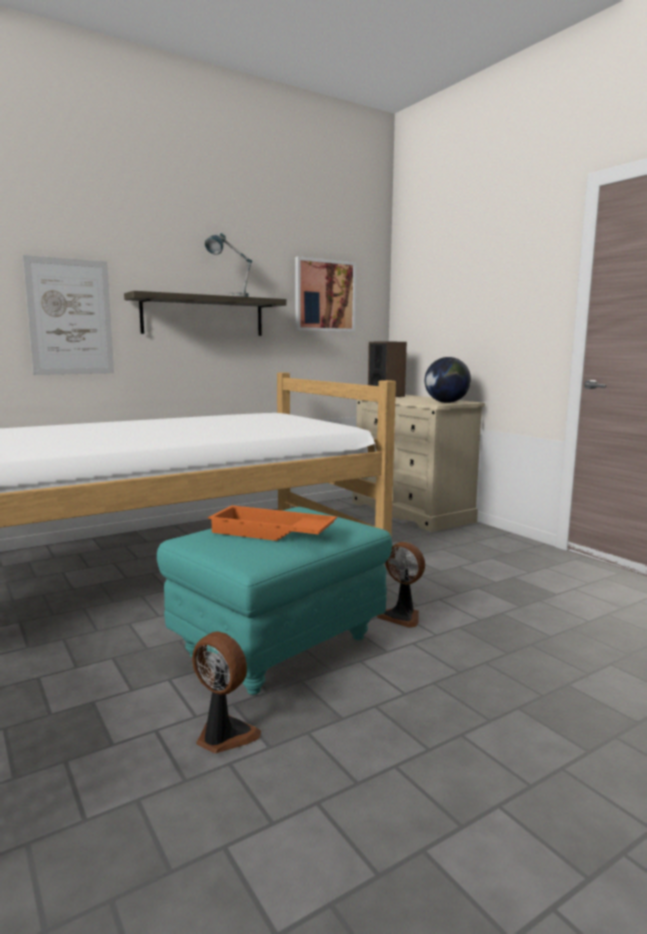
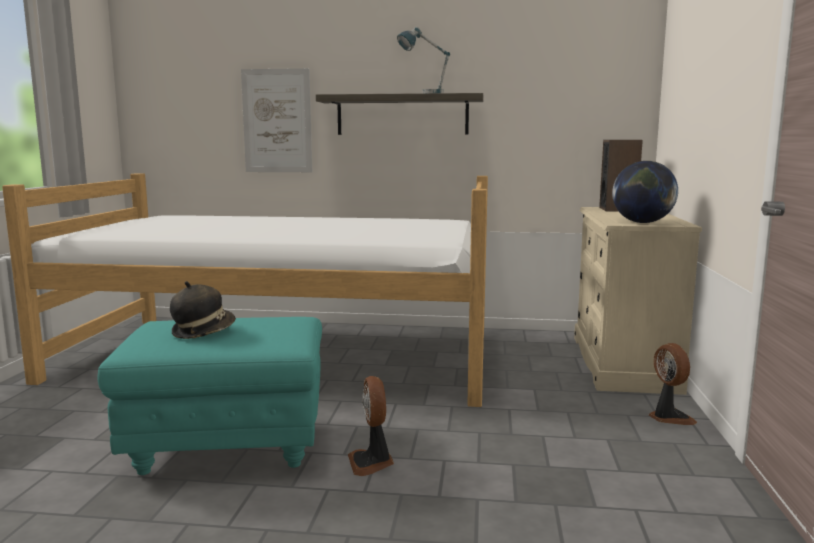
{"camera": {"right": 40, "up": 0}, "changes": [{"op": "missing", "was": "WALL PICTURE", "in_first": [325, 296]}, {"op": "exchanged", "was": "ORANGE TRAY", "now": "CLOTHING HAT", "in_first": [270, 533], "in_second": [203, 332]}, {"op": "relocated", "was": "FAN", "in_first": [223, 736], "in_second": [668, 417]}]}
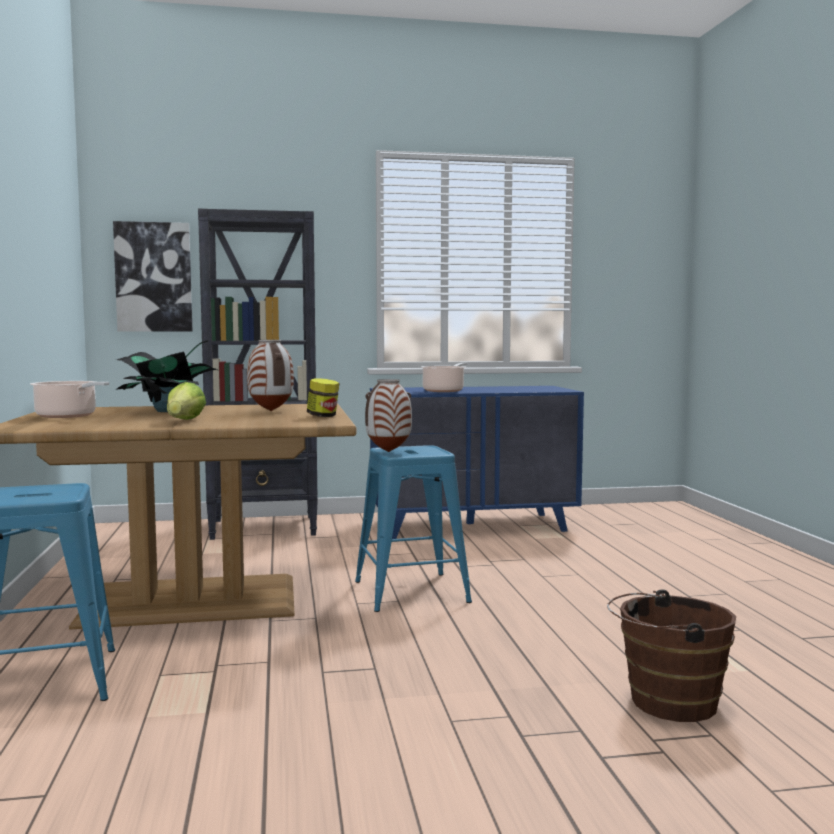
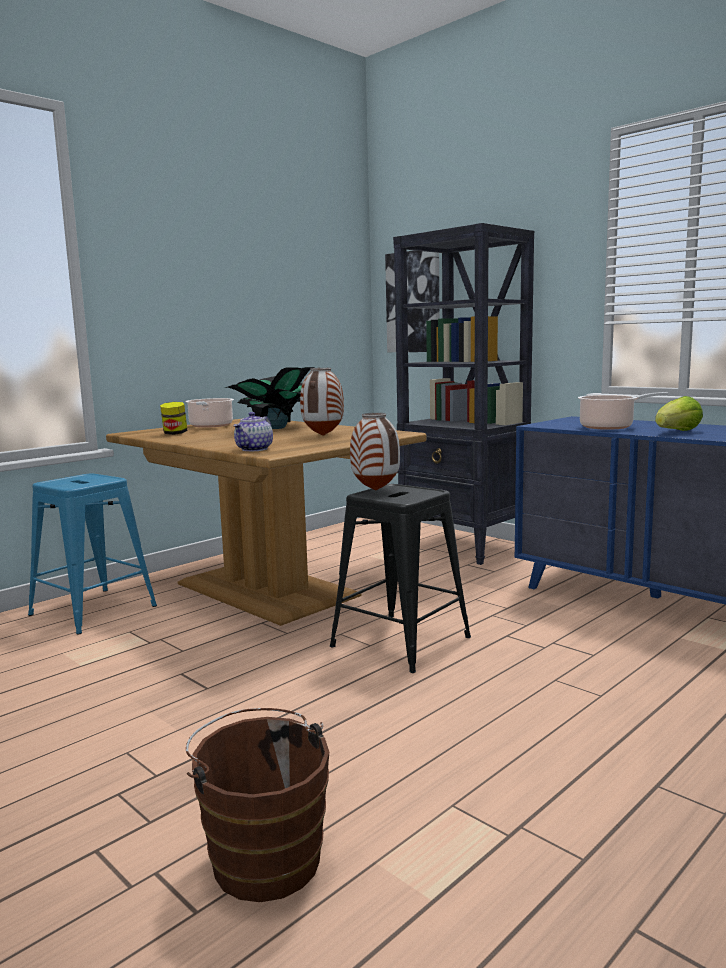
{"camera": {"right": 55, "up": 5}, "changes": [{"op": "relocated", "was": "PRESERVE JAR", "in_first": [323, 416], "in_second": [175, 433]}, {"op": "relocated", "was": "LETTUCE HEAD", "in_first": [184, 421], "in_second": [677, 432]}, {"op": "colour", "was": "BLUISH SITTING STOOL", "now": "BLACK SITTING STOOL", "in_first": [410, 591], "in_second": [400, 641]}, {"op": "appeared", "now": "POT FOR TEA", "in_second": [254, 449]}]}
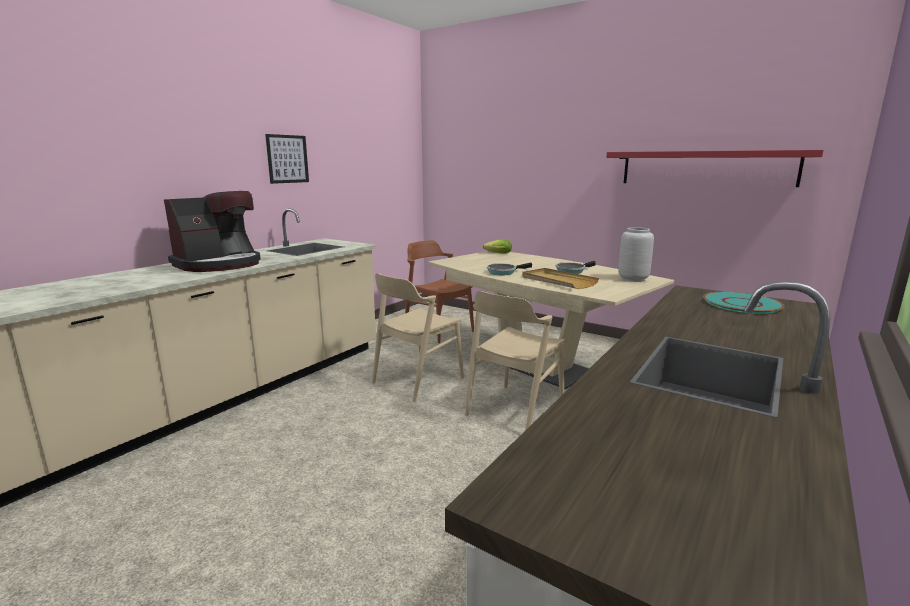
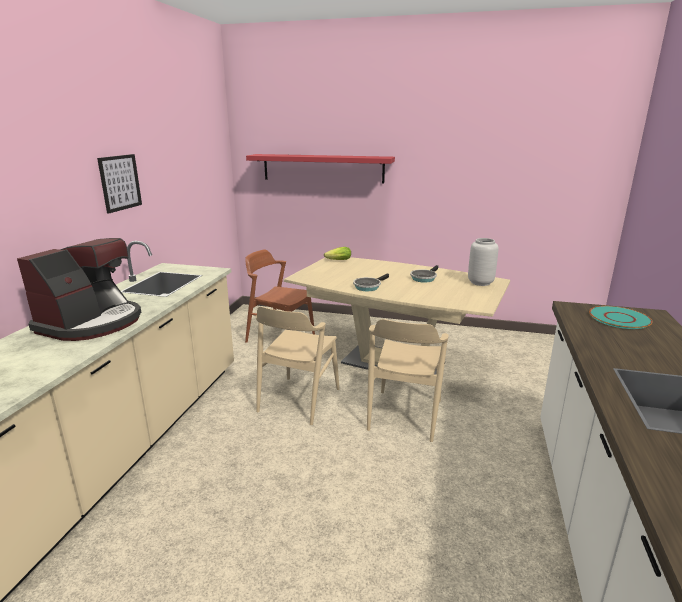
{"camera": {"right": -20, "up": 5}, "changes": [{"op": "relocated", "was": "RED-COLOURED BRACKET SHELF", "in_first": [706, 168], "in_second": [323, 168]}, {"op": "missing", "was": "BEIGE TRAY", "in_first": [558, 281]}]}
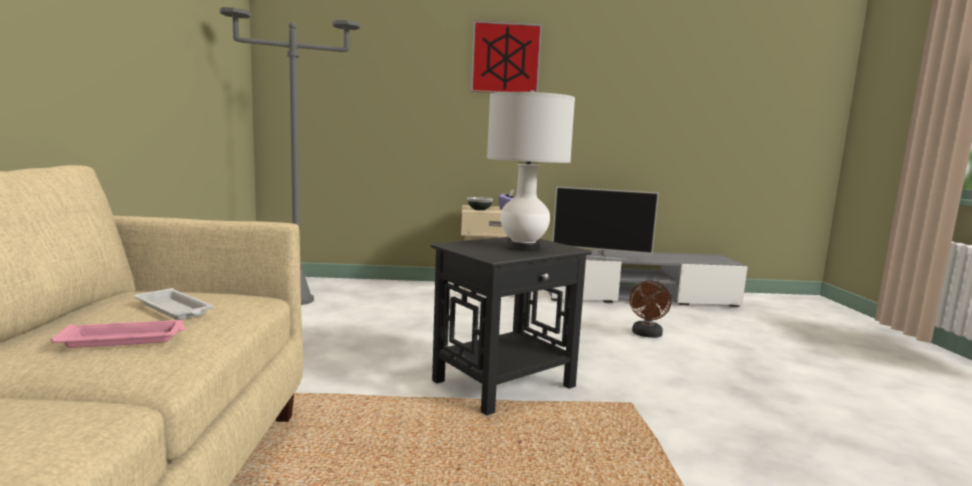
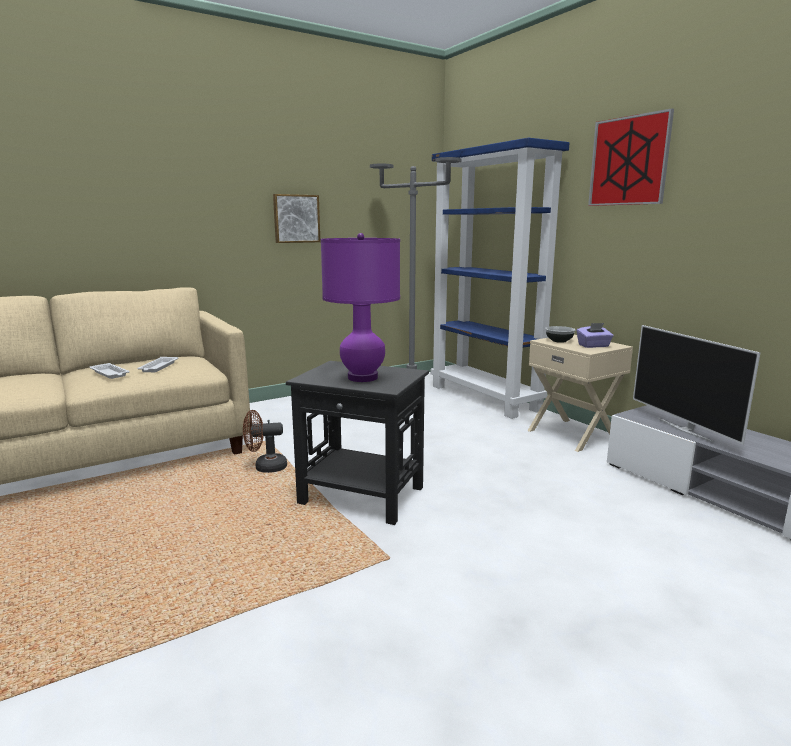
{"camera": {"right": 60, "up": 5}, "changes": [{"op": "colour", "was": "WHITE LAMP FOR A TABLE", "now": "PURPLISH LAMP FOR A TABLE", "in_first": [523, 247], "in_second": [362, 378]}, {"op": "relocated", "was": "BROWN-COLOURED FAN", "in_first": [647, 335], "in_second": [265, 467]}, {"op": "colour", "was": "PINK-COLOURED TRAY", "now": "WHITE TRAY", "in_first": [125, 339], "in_second": [110, 374]}, {"op": "appeared", "now": "BLUISH BOOKCASE", "in_second": [485, 398]}, {"op": "appeared", "now": "WALL PICTURE", "in_second": [296, 218]}]}
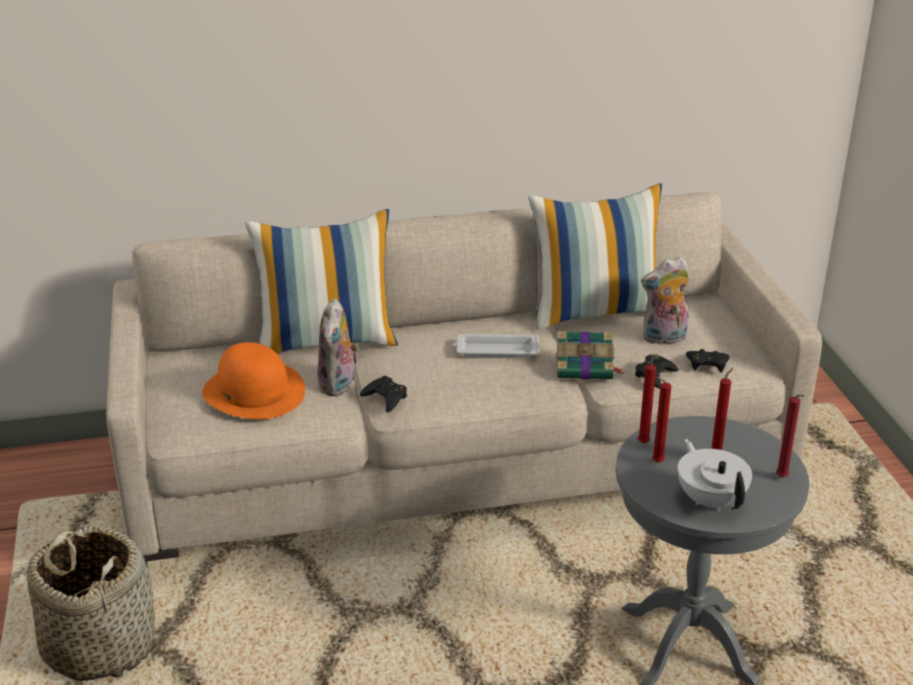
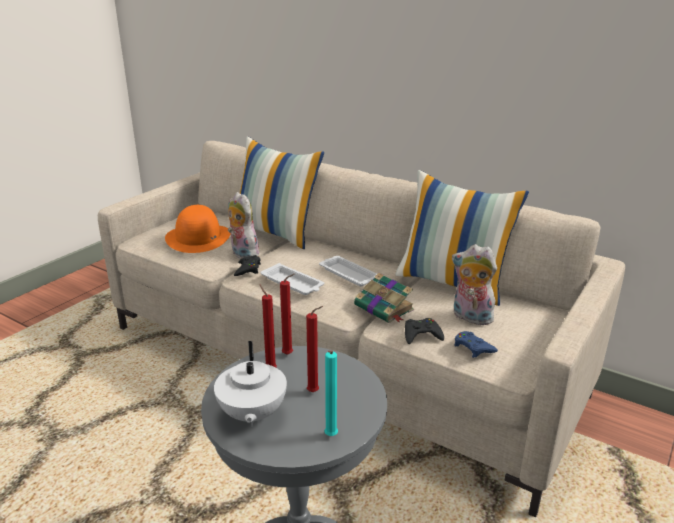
{"camera": {"right": 45, "up": -5}, "changes": [{"op": "spun", "was": "SOFT TOY", "in_first": [339, 385], "in_second": [242, 254], "clockwise": 90}, {"op": "colour", "was": "BLACK GAMEPAD", "now": "BLUISH GAMEPAD", "in_first": [707, 364], "in_second": [473, 348]}, {"op": "colour", "was": "RED-COLOURED WAX CANDLE", "now": "BLUE-GREEN WAX CANDLE", "in_first": [783, 478], "in_second": [330, 437]}, {"op": "spun", "was": "WHITE POT FOR TEA", "in_first": [710, 500], "in_second": [251, 415], "clockwise": 150}, {"op": "missing", "was": "HOUSEHOLD BASKET", "in_first": [100, 645]}, {"op": "appeared", "now": "WHITE TRAY", "in_second": [293, 283]}]}
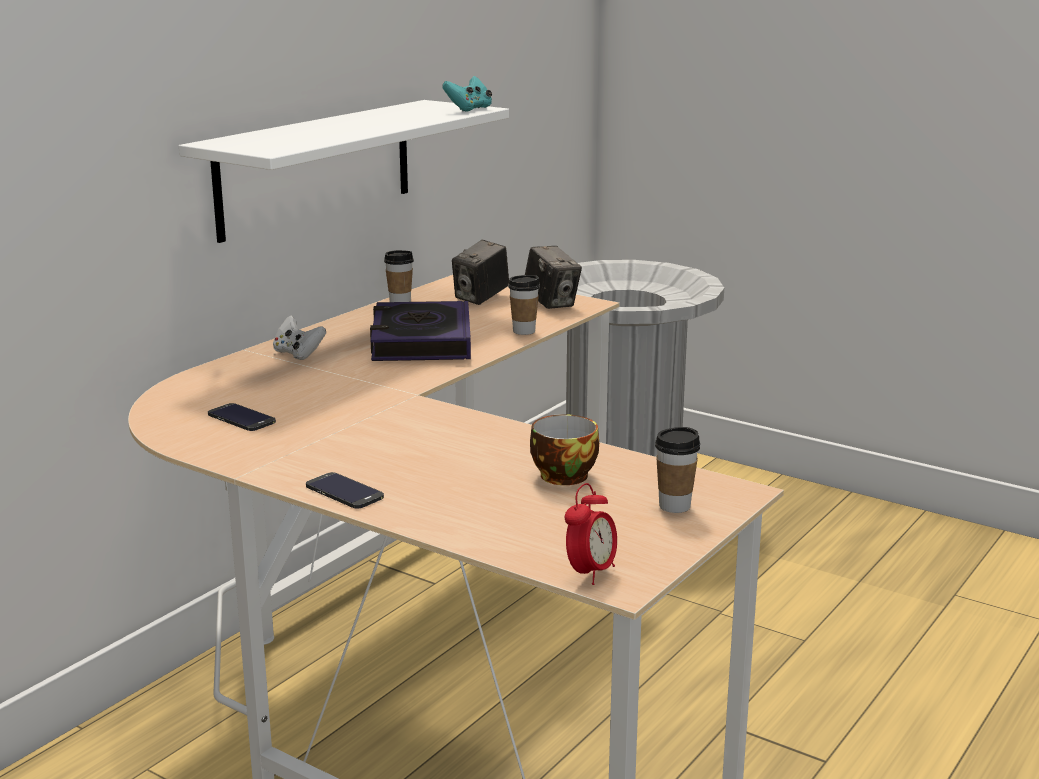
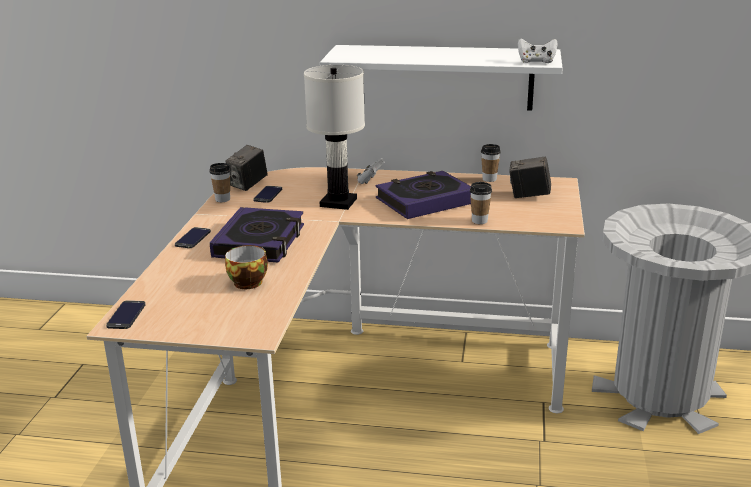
{"camera": {"right": 65, "up": 5}, "changes": [{"op": "colour", "was": "BLUE-GREEN GAMEPAD", "now": "WHITE GAMEPAD", "in_first": [469, 109], "in_second": [536, 62]}, {"op": "relocated", "was": "PHOTO CAMERA", "in_first": [551, 303], "in_second": [248, 185]}, {"op": "relocated", "was": "SMALL CUP", "in_first": [674, 506], "in_second": [222, 199]}, {"op": "exchanged", "was": "TABLE CLOCK", "now": "PHONE", "in_first": [590, 573], "in_second": [126, 315]}, {"op": "appeared", "now": "WHITE LAMP FOR A TABLE", "in_second": [338, 202]}, {"op": "appeared", "now": "BOOK", "in_second": [260, 241]}]}
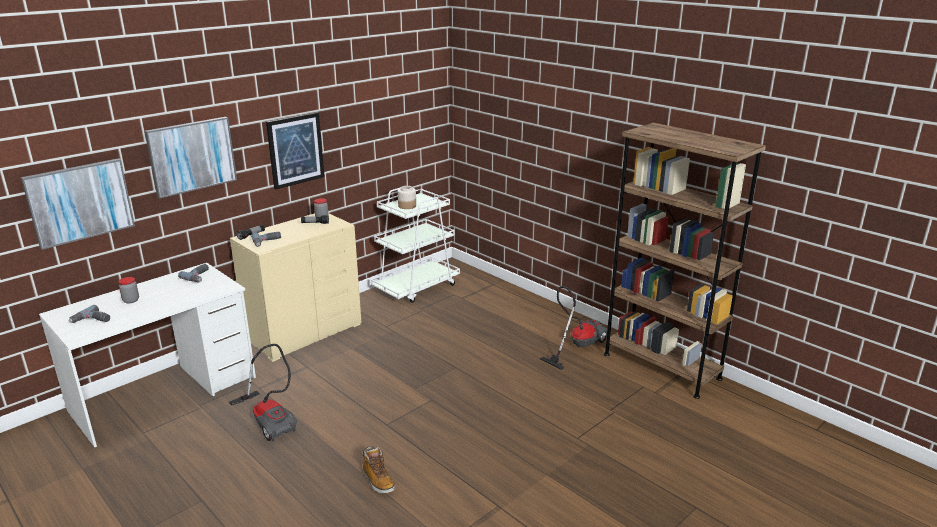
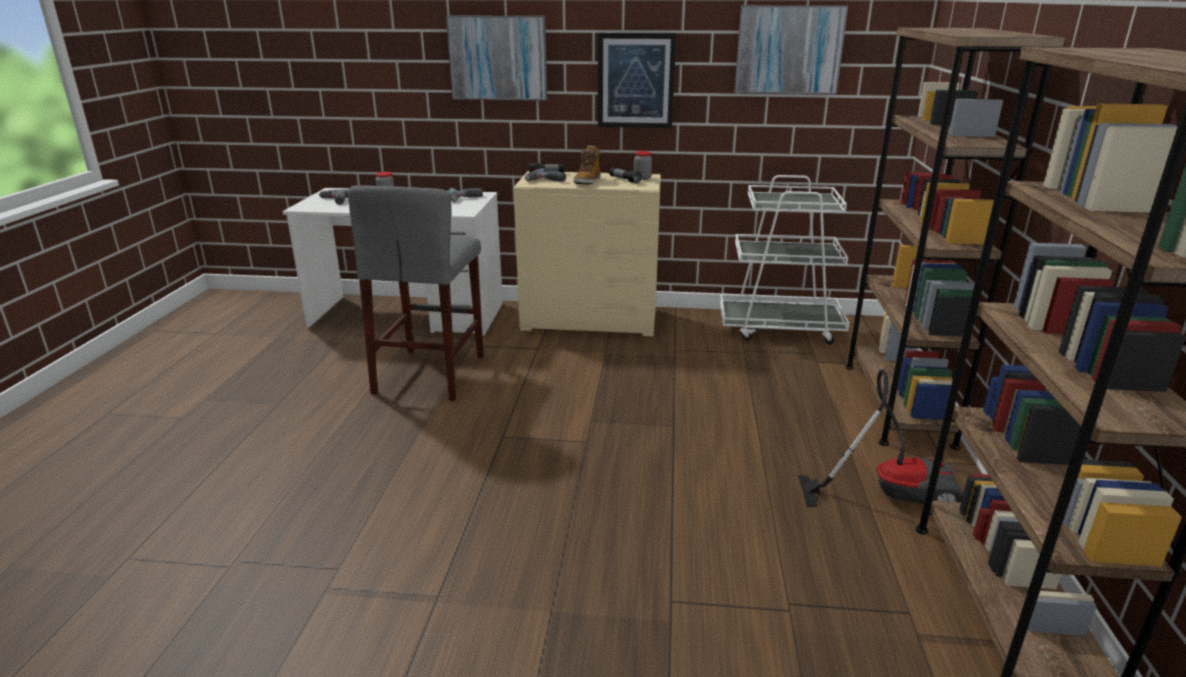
{"camera": {"right": 50, "up": 0}, "changes": [{"op": "relocated", "was": "WALL PICTURE", "in_first": [80, 202], "in_second": [788, 50]}, {"op": "missing", "was": "PRESERVE JAR", "in_first": [407, 206]}, {"op": "exchanged", "was": "HOOVER", "now": "GREY SITTING STOOL", "in_first": [270, 419], "in_second": [430, 374]}, {"op": "relocated", "was": "BOOT", "in_first": [378, 480], "in_second": [587, 182]}, {"op": "appeared", "now": "BROWN-COLOURED BOOKCASE", "in_second": [897, 403]}]}
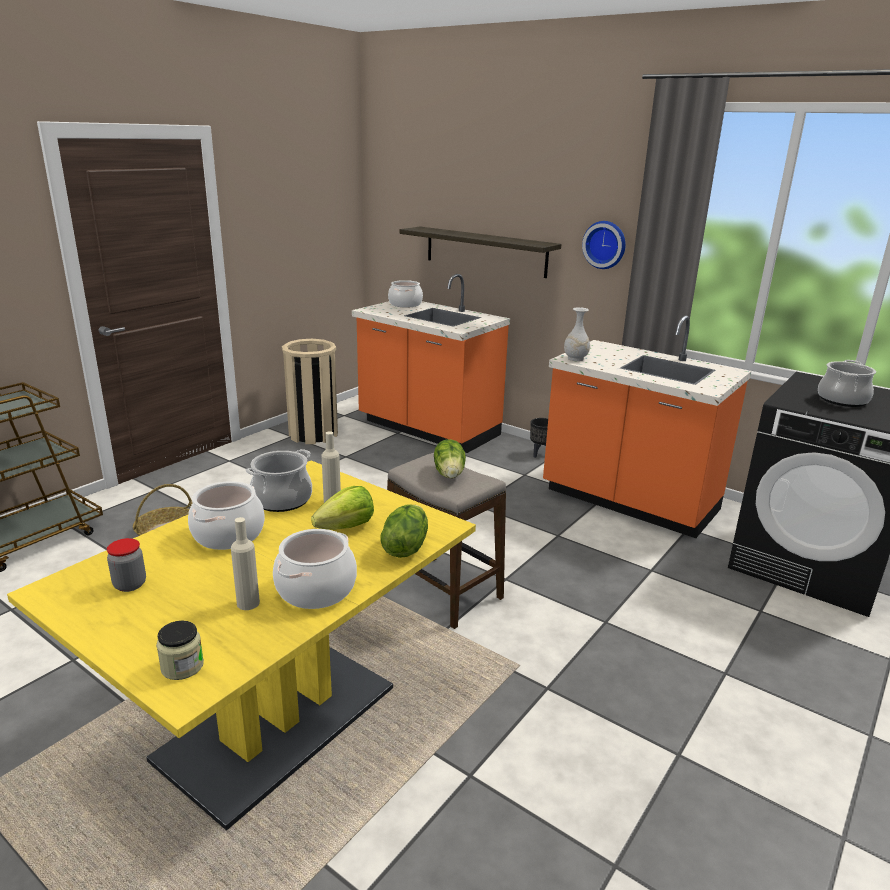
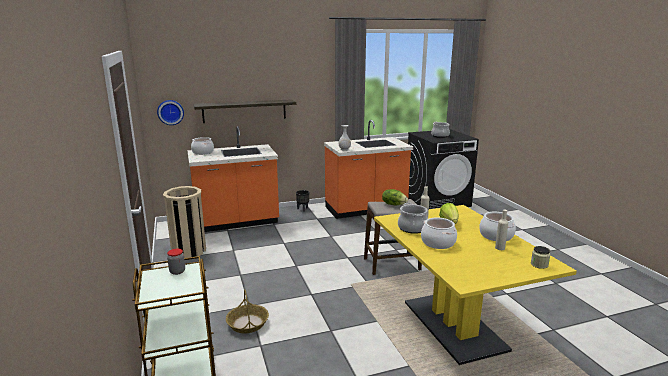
{"camera": {"right": -55, "up": -5}, "changes": [{"op": "relocated", "was": "CLOCK ON THE WALL", "in_first": [605, 244], "in_second": [170, 112]}, {"op": "missing", "was": "LETTUCE HEAD", "in_first": [405, 547]}, {"op": "relocated", "was": "PRESERVE JAR", "in_first": [130, 584], "in_second": [177, 271]}]}
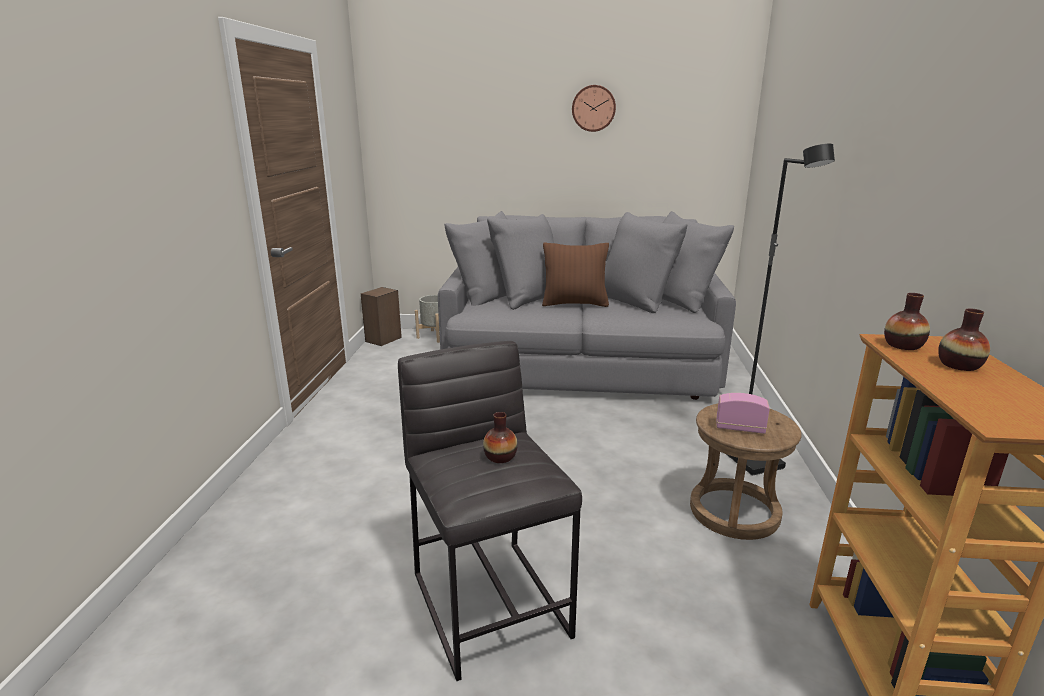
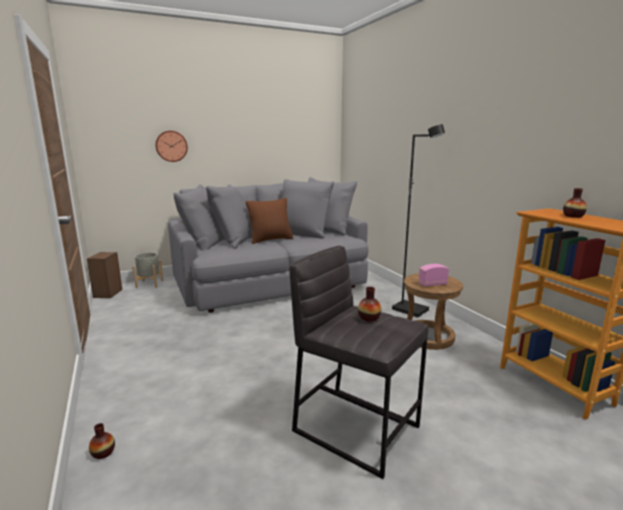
{"camera": {"right": -30, "up": -5}, "changes": [{"op": "relocated", "was": "CLOCK ON THE WALL", "in_first": [593, 108], "in_second": [171, 146]}, {"op": "relocated", "was": "VASE", "in_first": [903, 345], "in_second": [103, 453]}]}
